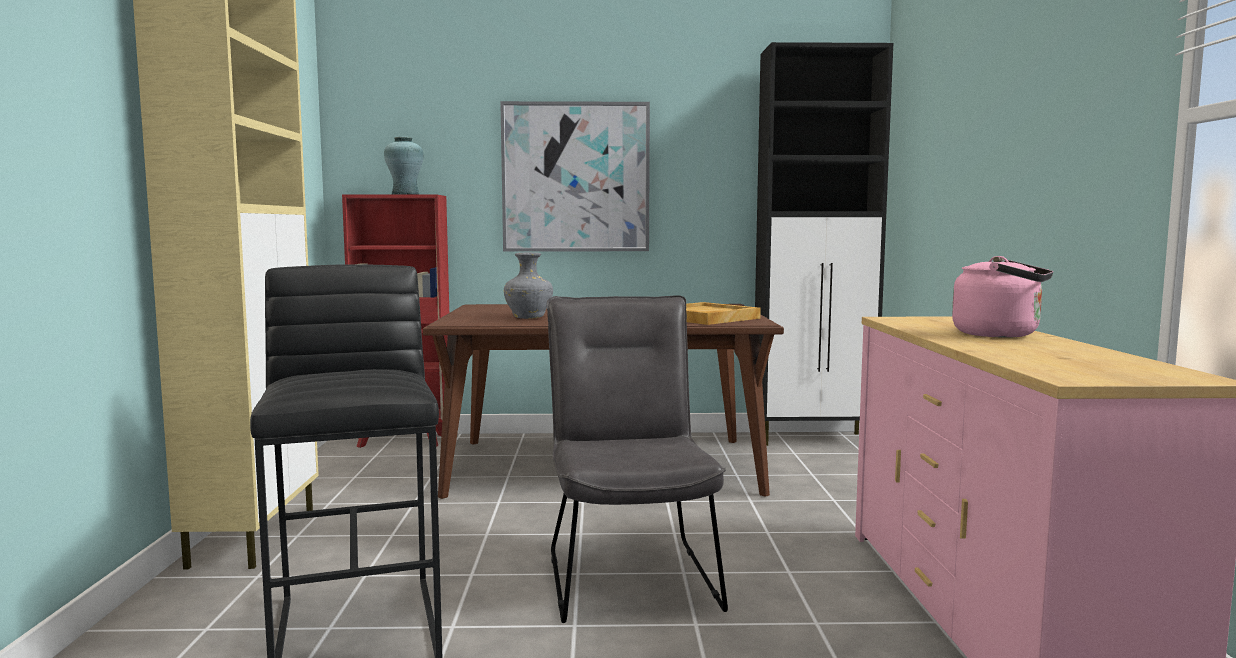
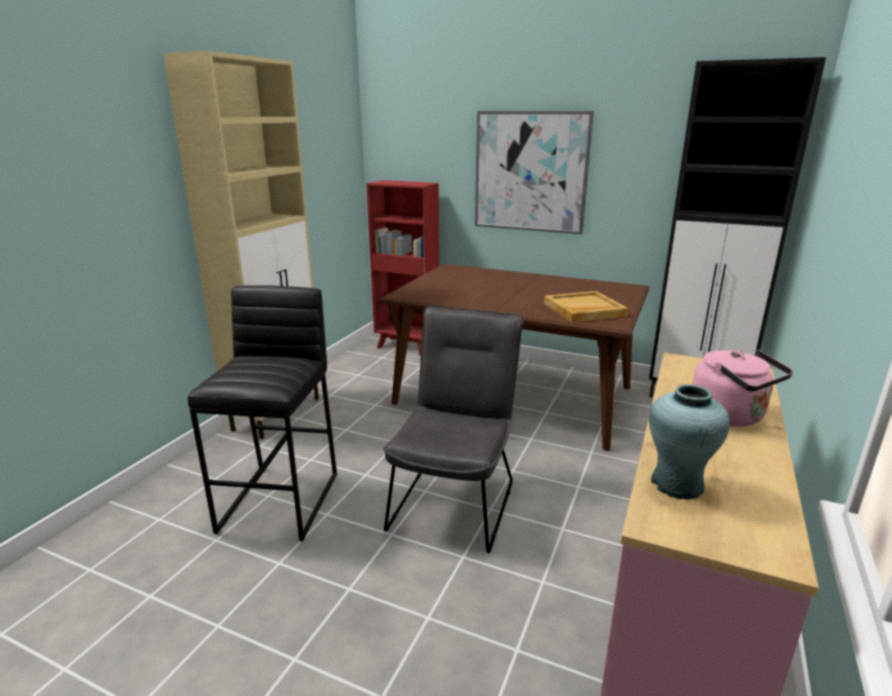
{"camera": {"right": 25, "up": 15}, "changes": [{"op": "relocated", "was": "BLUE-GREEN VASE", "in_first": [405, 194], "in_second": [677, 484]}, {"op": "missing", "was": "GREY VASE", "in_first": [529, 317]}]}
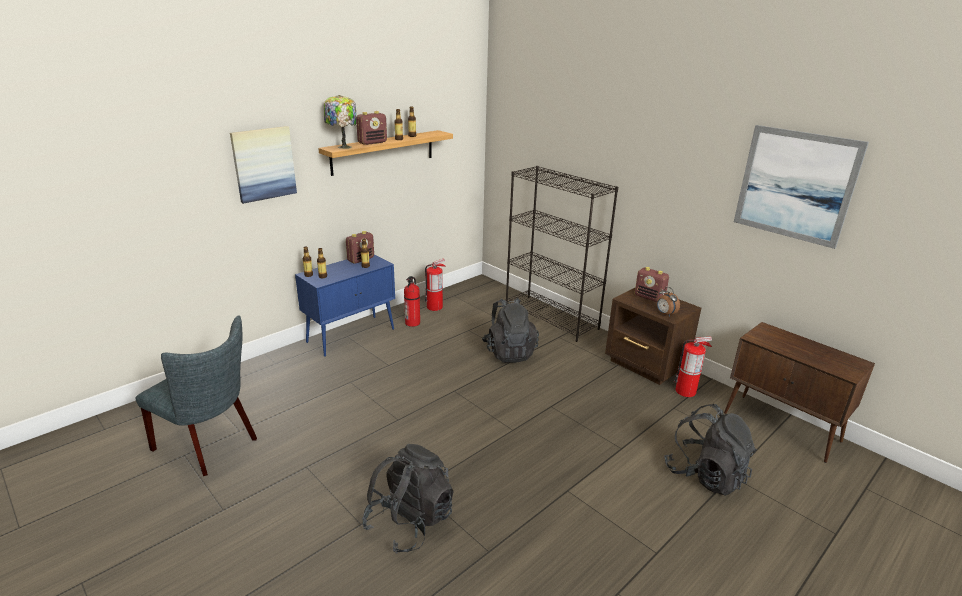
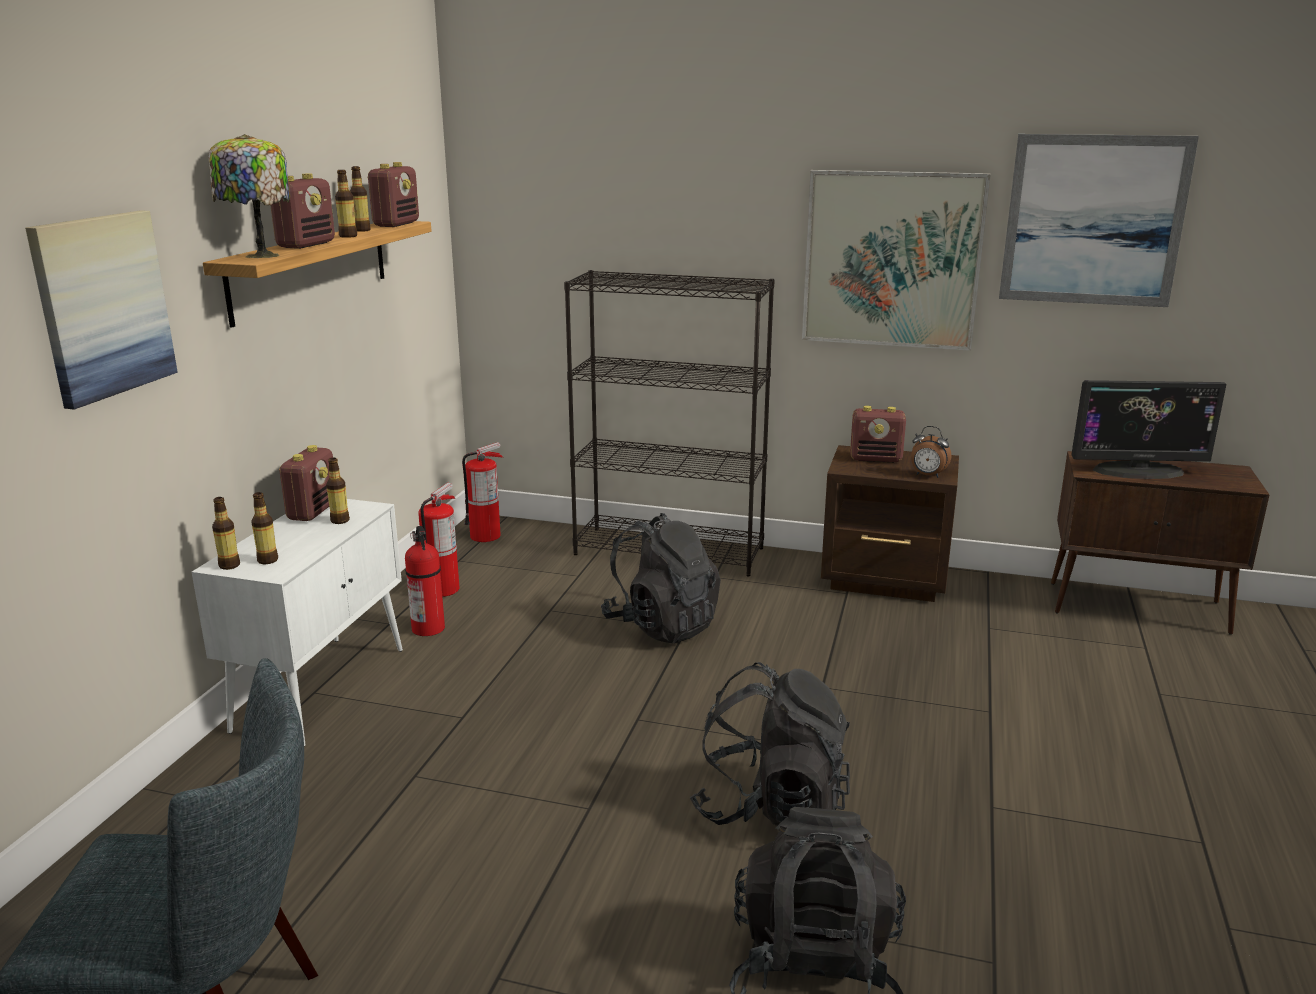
{"camera": {"right": -30, "up": -5}, "changes": [{"op": "colour", "was": "BLUISH STORAGE CABINET", "now": "WHITE STORAGE CABINET", "in_first": [351, 335], "in_second": [322, 688]}, {"op": "relocated", "was": "FIRE-FIGHTING CYLINDER", "in_first": [686, 391], "in_second": [485, 536]}, {"op": "relocated", "was": "BLACK RUCKSACK", "in_first": [705, 475], "in_second": [770, 806]}, {"op": "appeared", "now": "RADIO", "in_second": [396, 224]}, {"op": "appeared", "now": "WALL PICTURE", "in_second": [892, 260]}, {"op": "appeared", "now": "MONITOR", "in_second": [1138, 470]}]}
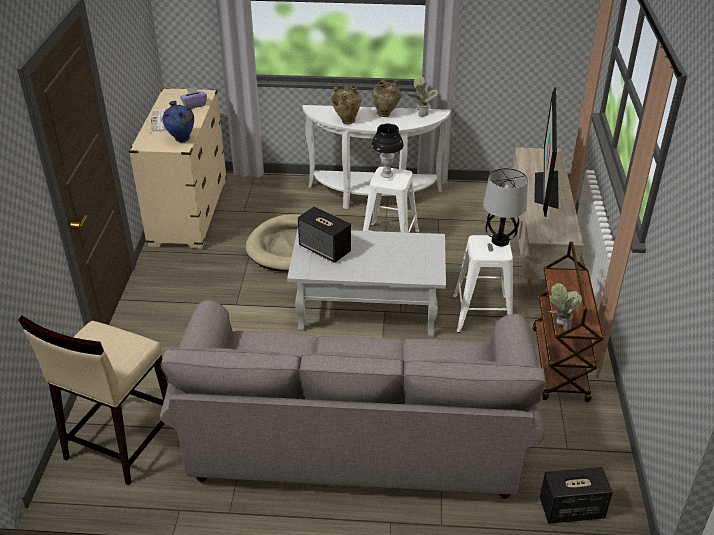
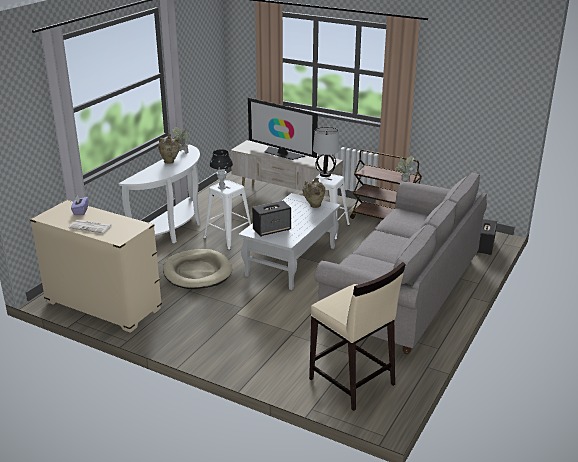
{"camera": {"right": -65, "up": -10}, "changes": [{"op": "relocated", "was": "BEIGE VASE", "in_first": [346, 121], "in_second": [313, 206]}, {"op": "missing", "was": "BLUISH VASE", "in_first": [181, 140]}]}
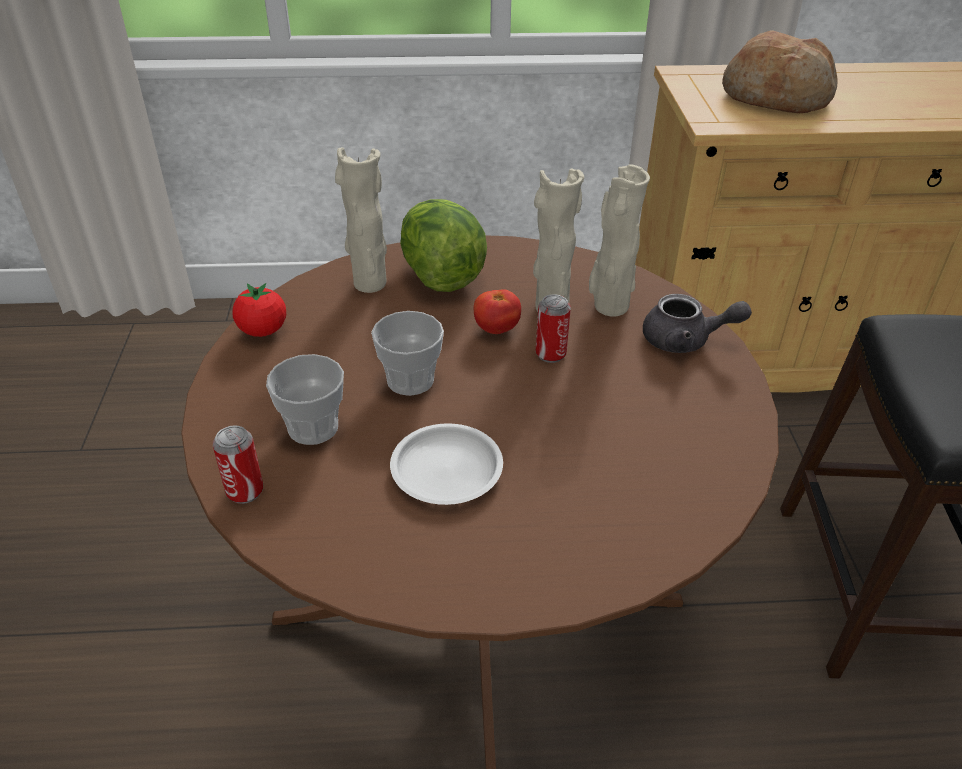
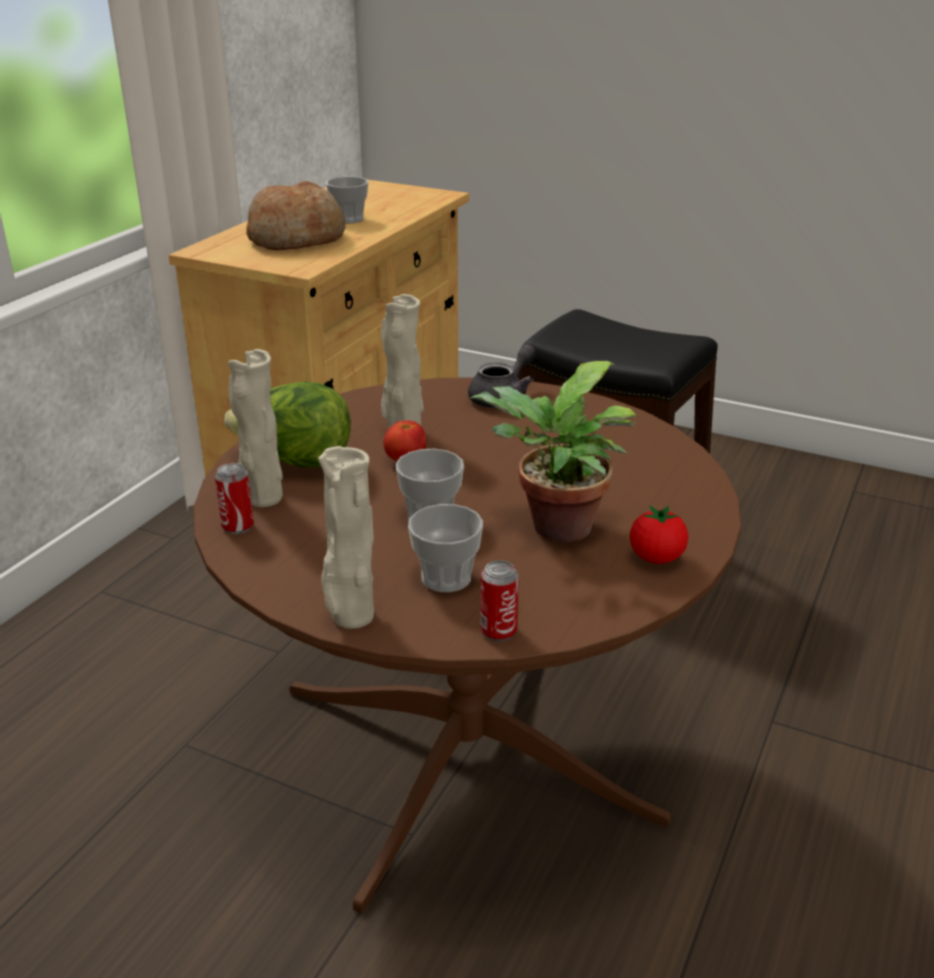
{"camera": {"right": -60, "up": -10}, "changes": [{"op": "relocated", "was": "BEIGE VASE", "in_first": [609, 307], "in_second": [351, 618]}, {"op": "relocated", "was": "FRESH TOMATO", "in_first": [263, 331], "in_second": [656, 558]}, {"op": "relocated", "was": "CAN", "in_first": [550, 354], "in_second": [238, 526]}, {"op": "exchanged", "was": "WHITE FLAT DISH", "now": "PLANT IN A POT", "in_first": [447, 469], "in_second": [555, 529]}, {"op": "appeared", "now": "SMALL CUP", "in_second": [349, 219]}]}
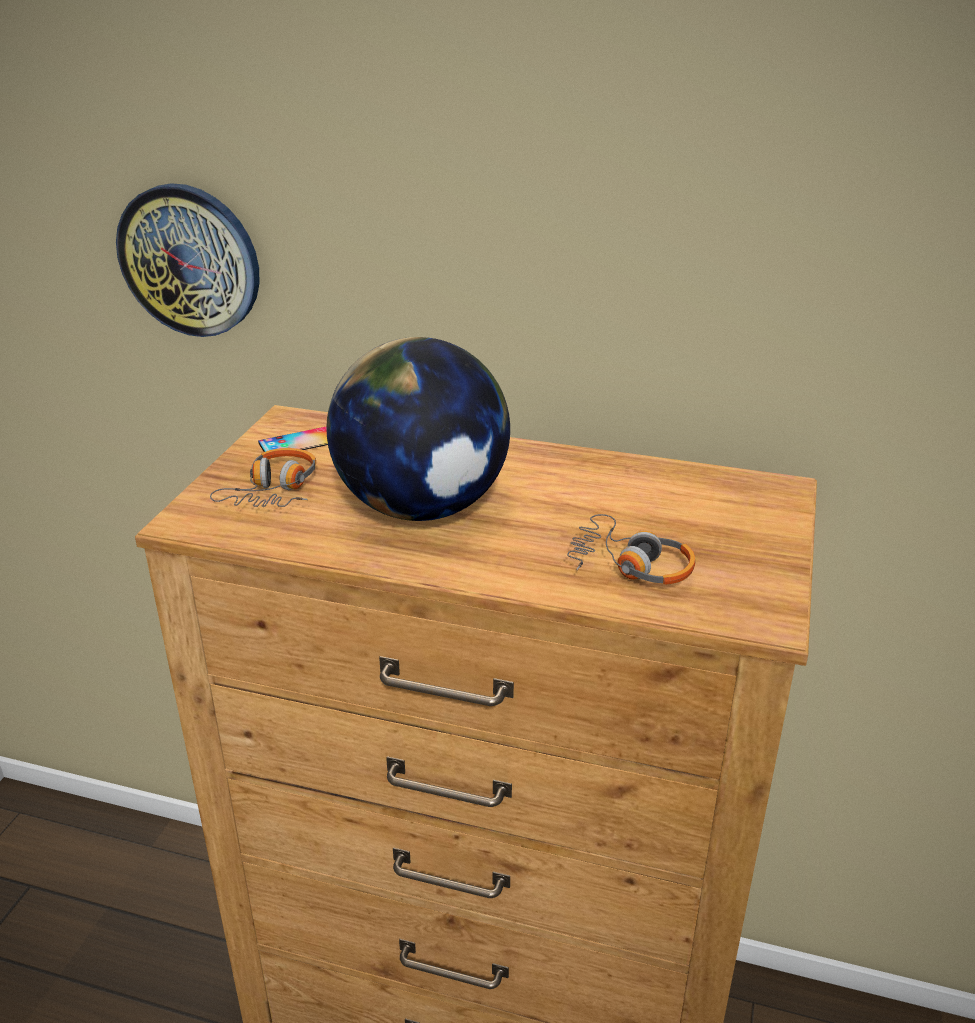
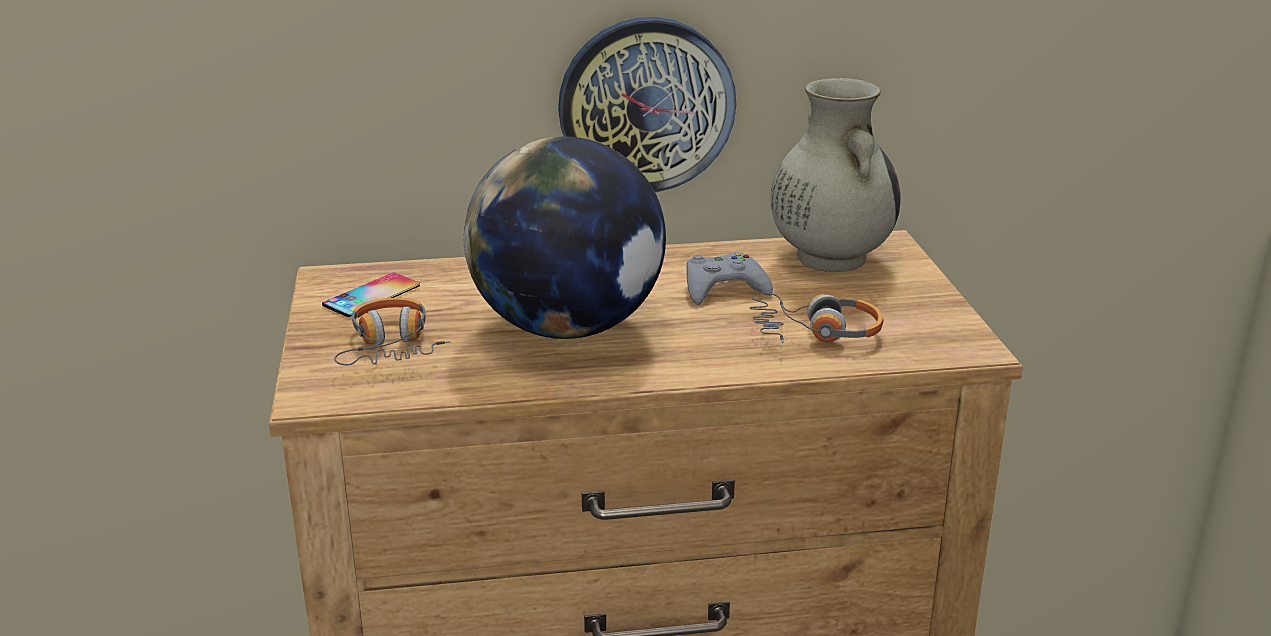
{"camera": {"right": -25, "up": -5}, "changes": [{"op": "relocated", "was": "CLOCK ON THE WALL", "in_first": [190, 260], "in_second": [646, 105]}, {"op": "appeared", "now": "BEIGE VASE", "in_second": [829, 257]}, {"op": "appeared", "now": "GREY GAMEPAD", "in_second": [723, 288]}]}
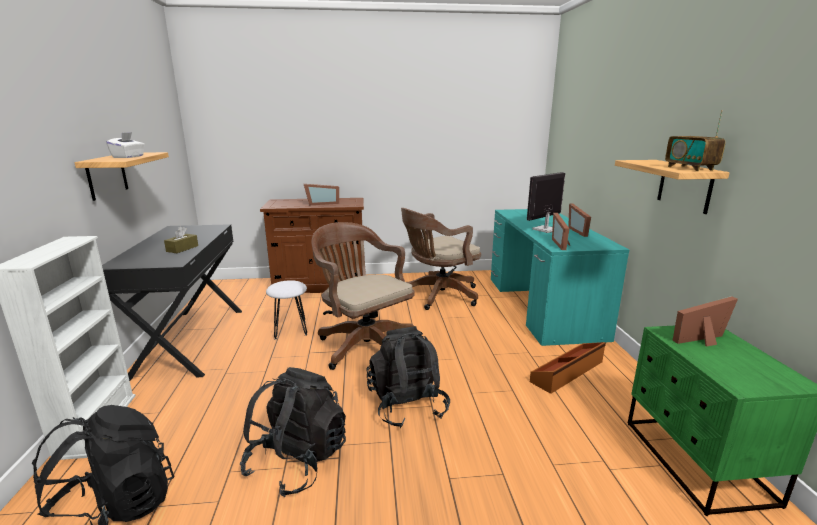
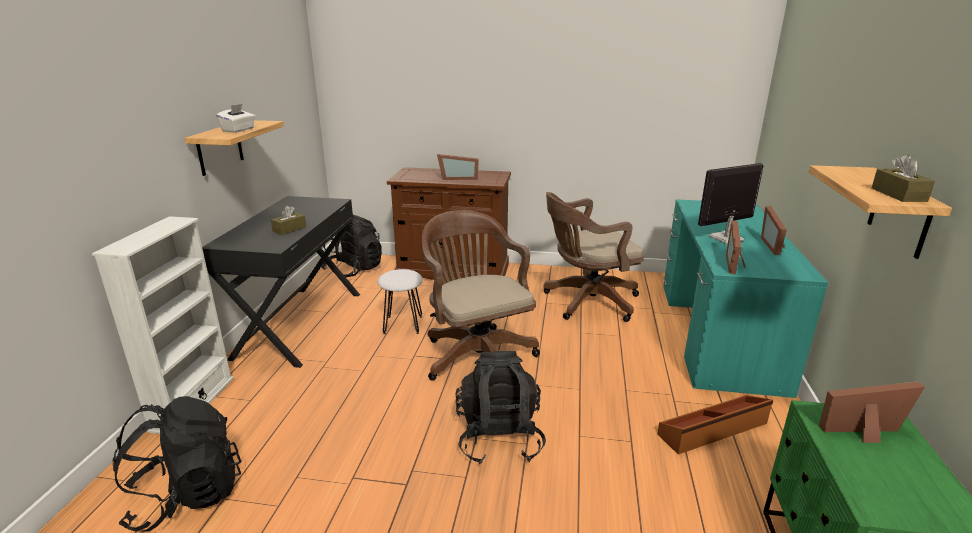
{"camera": {"right": 15, "up": 5}, "changes": [{"op": "exchanged", "was": "RADIO", "now": "BROWN-COLOURED TISSUE HOLDER", "in_first": [690, 168], "in_second": [898, 194]}, {"op": "relocated", "was": "BLACK RUCKSACK", "in_first": [297, 461], "in_second": [354, 270]}]}
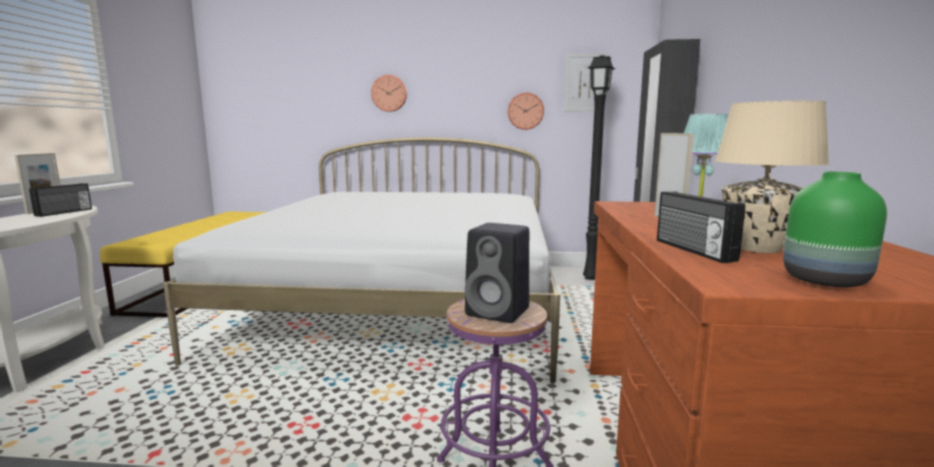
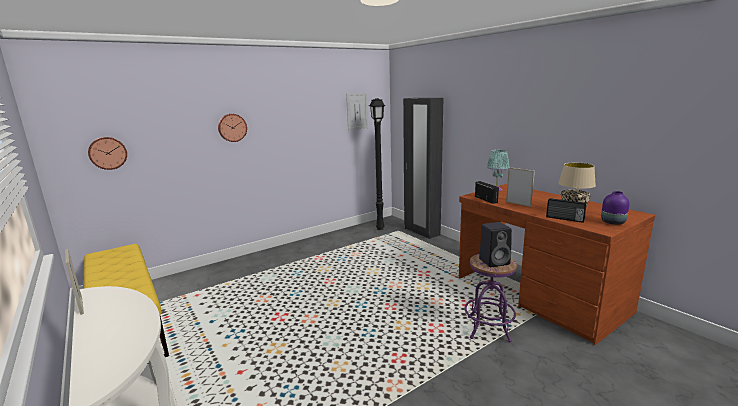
{"camera": {"right": -40, "up": 5}, "changes": [{"op": "relocated", "was": "CLOCK ON THE WALL", "in_first": [525, 111], "in_second": [108, 153]}, {"op": "missing", "was": "WHITE SLEEPING BED", "in_first": [404, 303]}, {"op": "colour", "was": "GREEN-COLOURED VASE", "now": "PURPLISH VASE", "in_first": [822, 280], "in_second": [612, 222]}, {"op": "relocated", "was": "RADIO", "in_first": [64, 212], "in_second": [486, 199]}]}
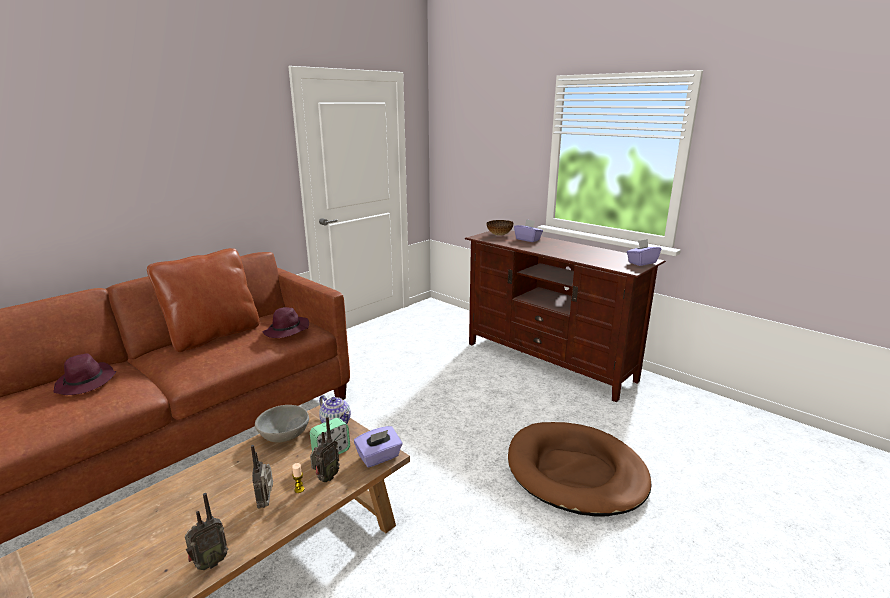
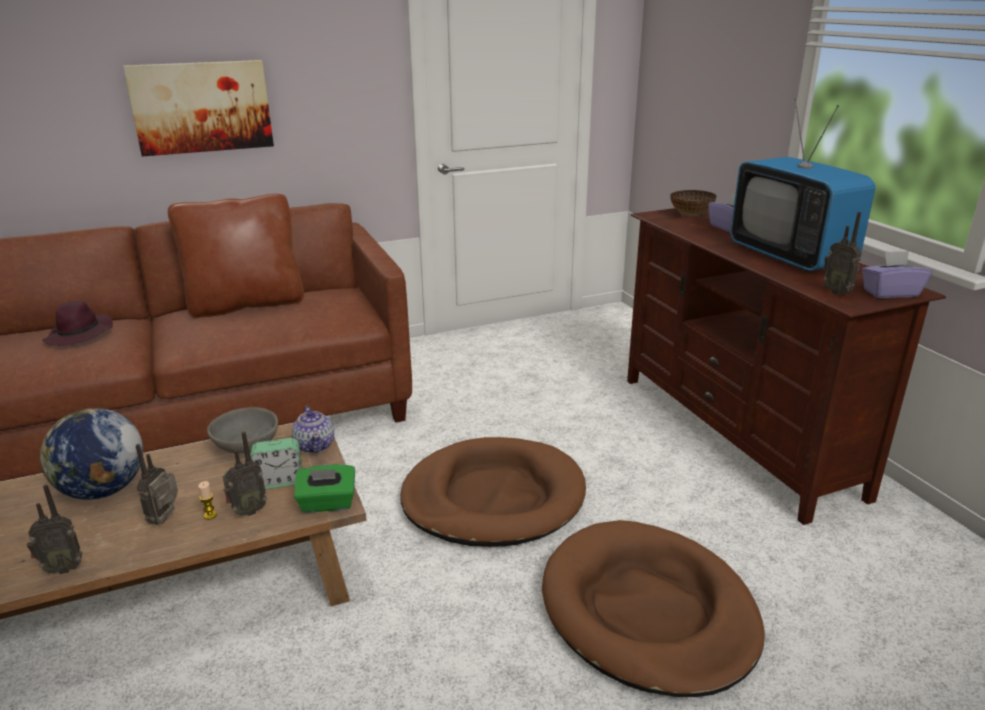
{"camera": {"right": 25, "up": 5}, "changes": [{"op": "missing", "was": "PURPLISH CLOTHING HAT", "in_first": [287, 331]}, {"op": "colour", "was": "PURPLISH TISSUE HOLDER", "now": "GREEN-COLOURED TISSUE HOLDER", "in_first": [379, 457], "in_second": [327, 503]}, {"op": "appeared", "now": "WALL PICTURE", "in_second": [201, 107]}, {"op": "appeared", "now": "TV SET", "in_second": [790, 257]}, {"op": "appeared", "now": "RADIO", "in_second": [837, 292]}, {"op": "appeared", "now": "GLOBE", "in_second": [103, 491]}, {"op": "appeared", "now": "BROWN-COLOURED DOG CUSHION", "in_second": [493, 497]}]}
